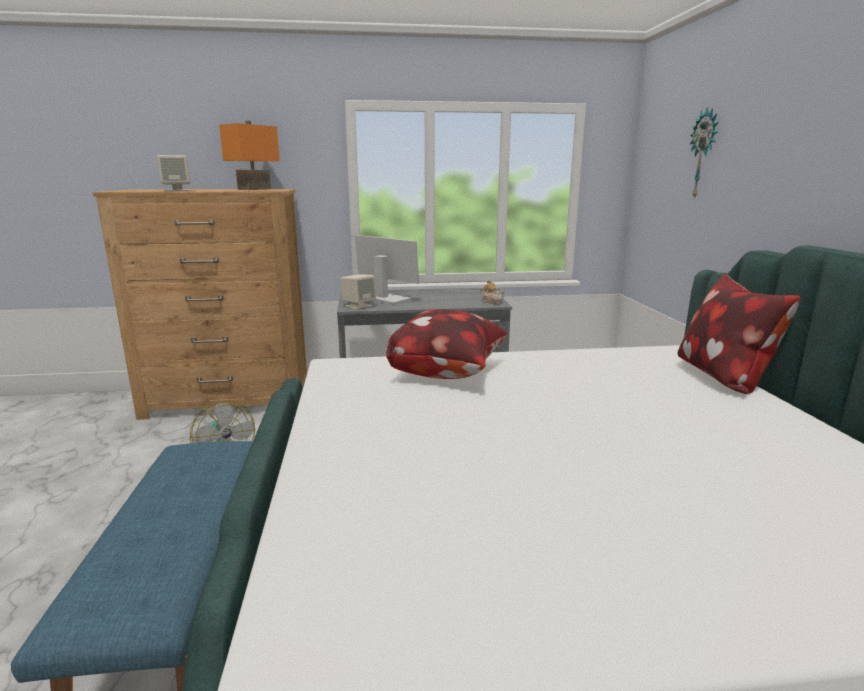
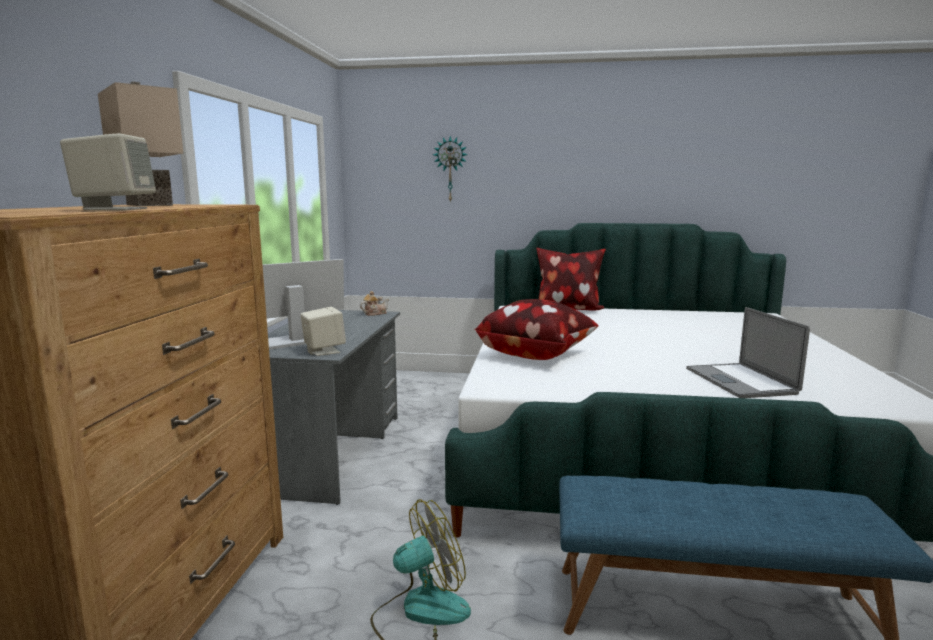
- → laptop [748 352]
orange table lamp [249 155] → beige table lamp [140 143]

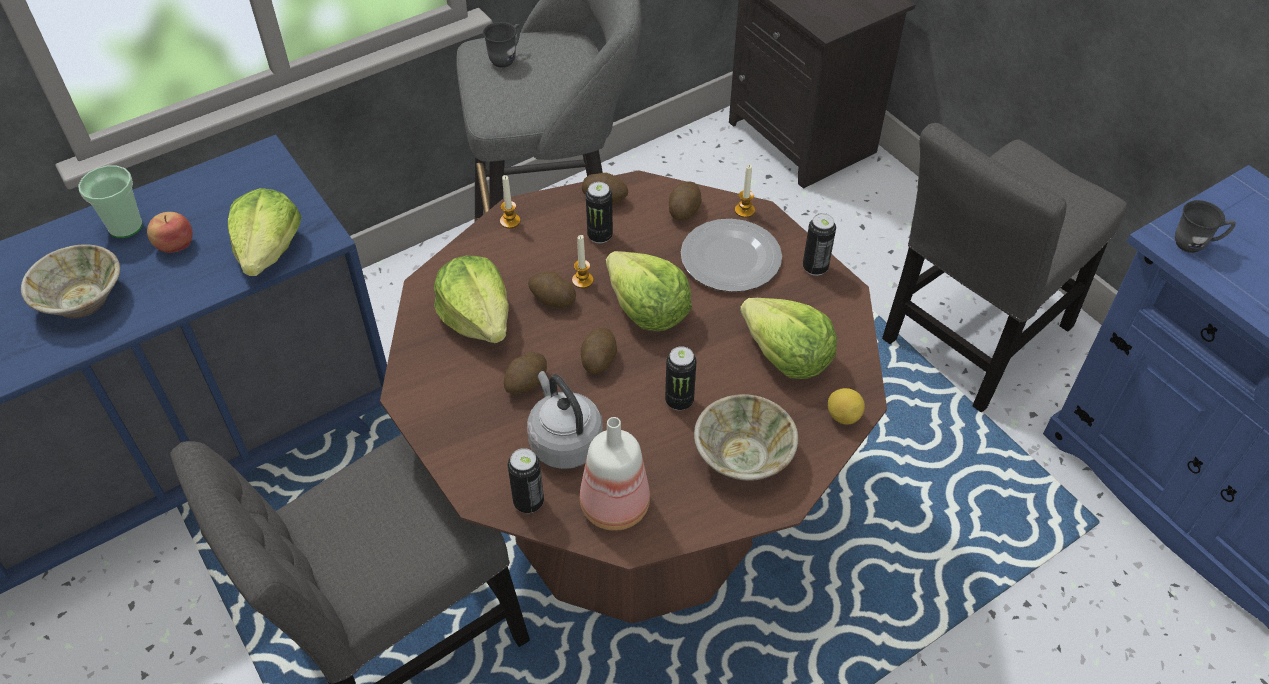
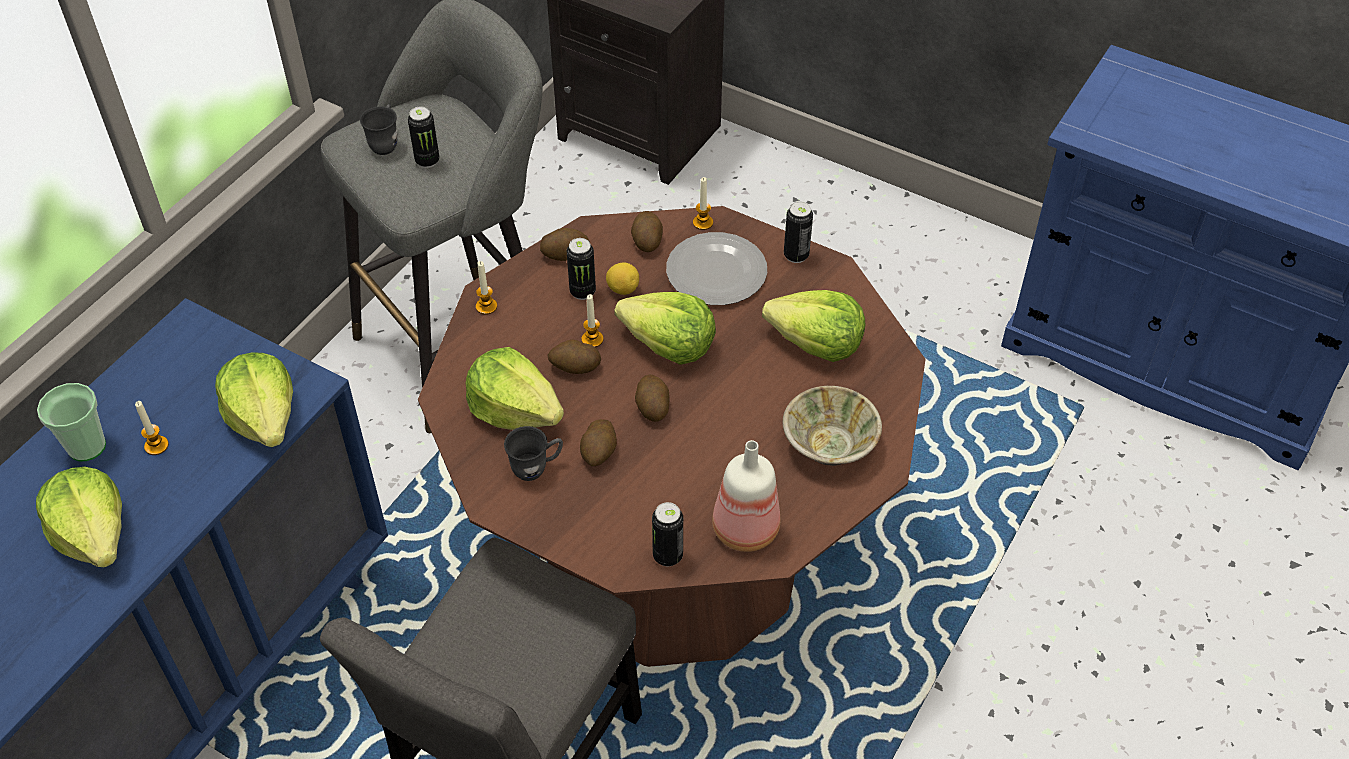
grey kettle [565 420] → -
grey chair [1004 267] → -
can [681 378] → can [424 137], moved
lemon [846 406] → lemon [622 278], moved
grey mug [1205 226] → grey mug [533 453], moved
beige bowl [70 281] → lettuce [79 517]
apple [170 232] → candle [152 428]

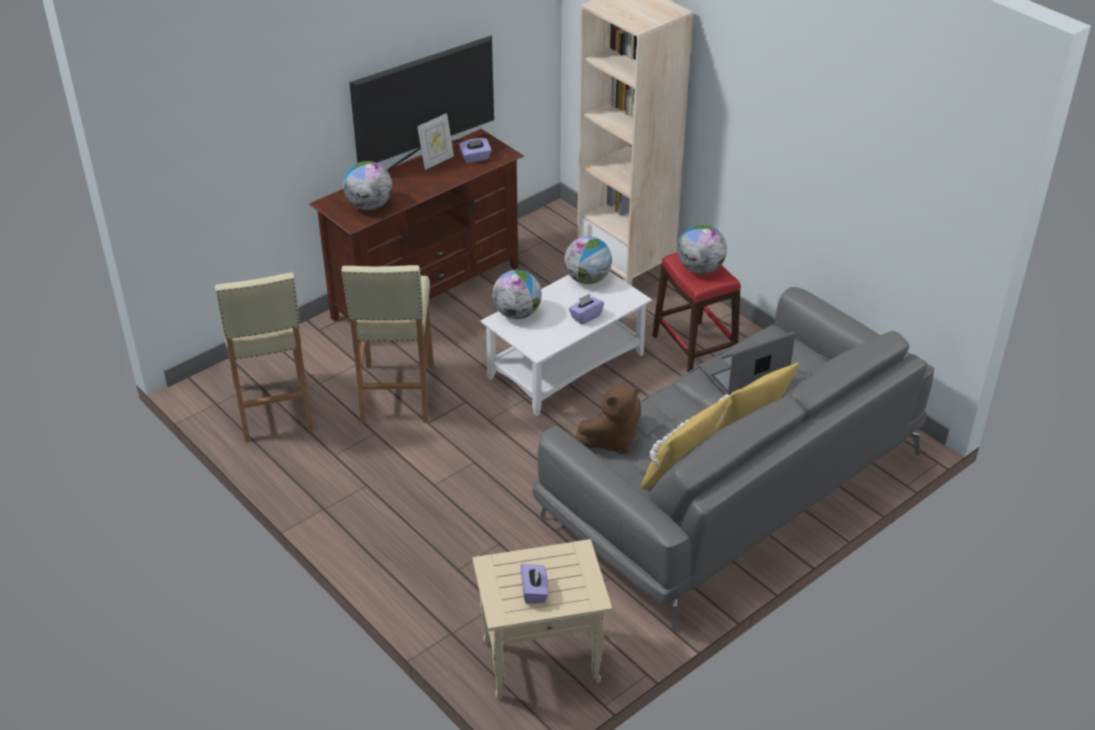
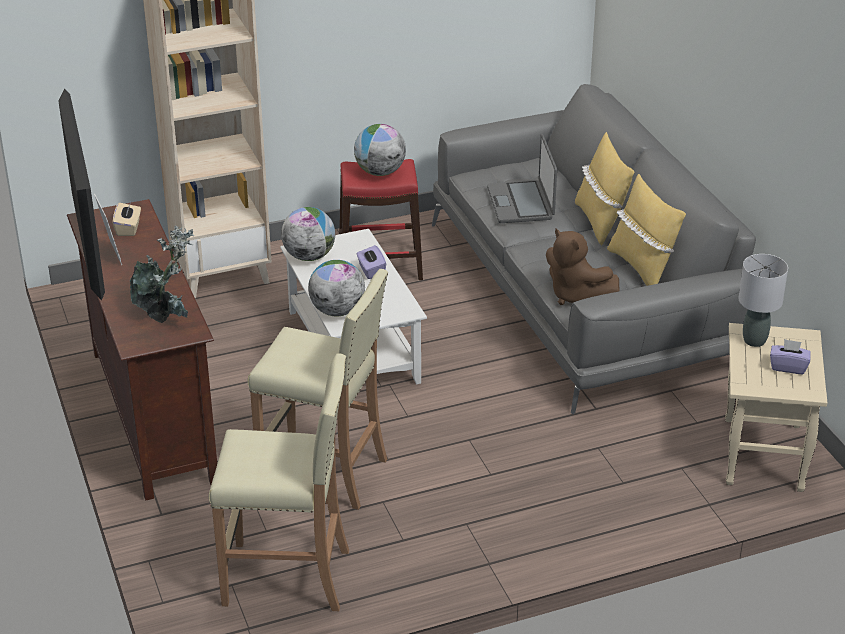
- → grey table lamp [763 300]
globe [367 185] → potted plant [162 274]
purple tissue box [475 150] → beige tissue box [127 219]
brown plush toy [608 418] → brown plush toy [583 267], 150 degrees clockwise

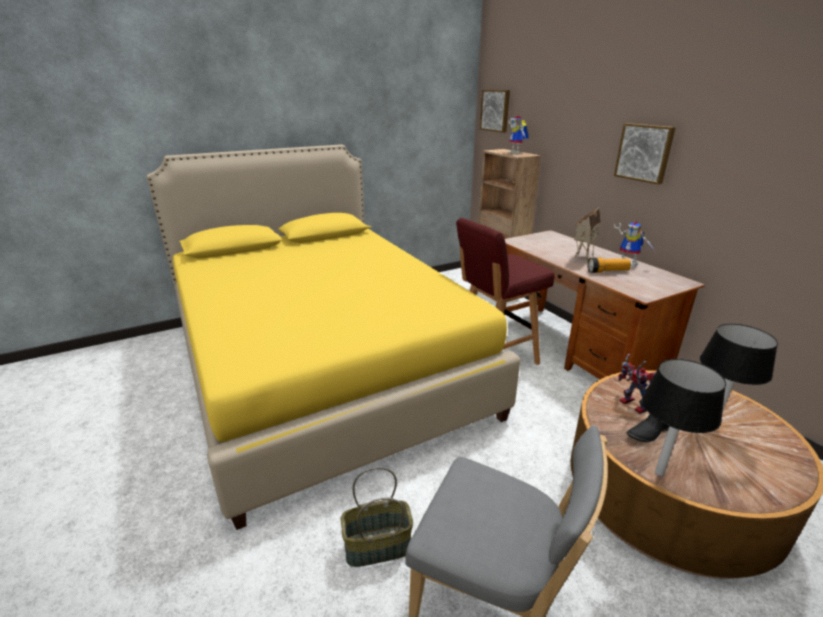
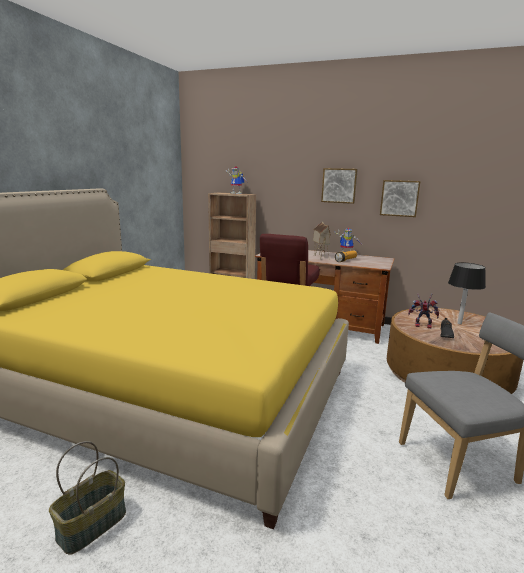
black table lamp [684 417] → -
basket [376 517] → basket [87 497], moved
picture [495 111] → picture [400 198], moved

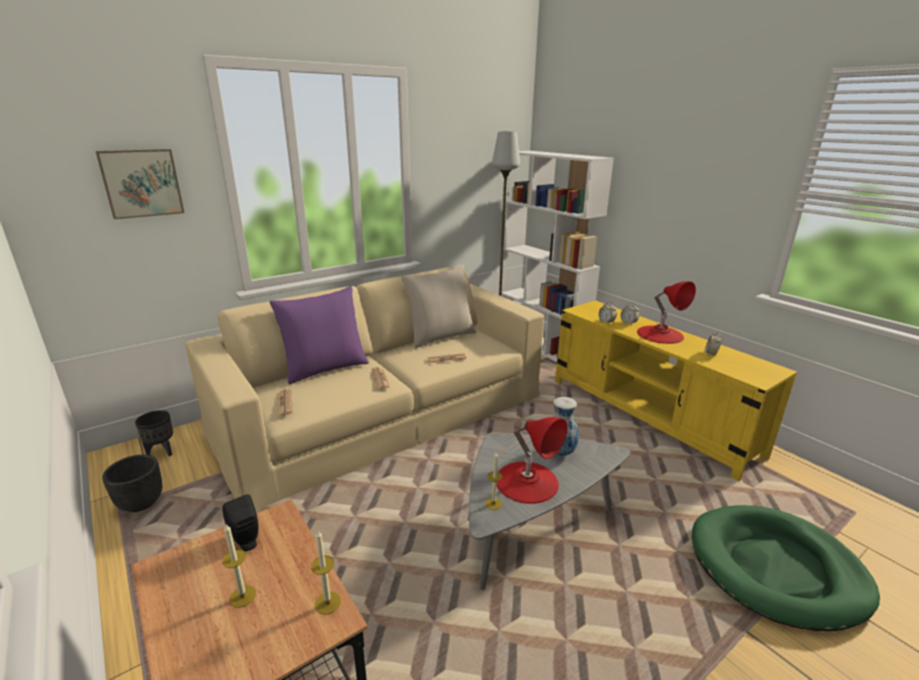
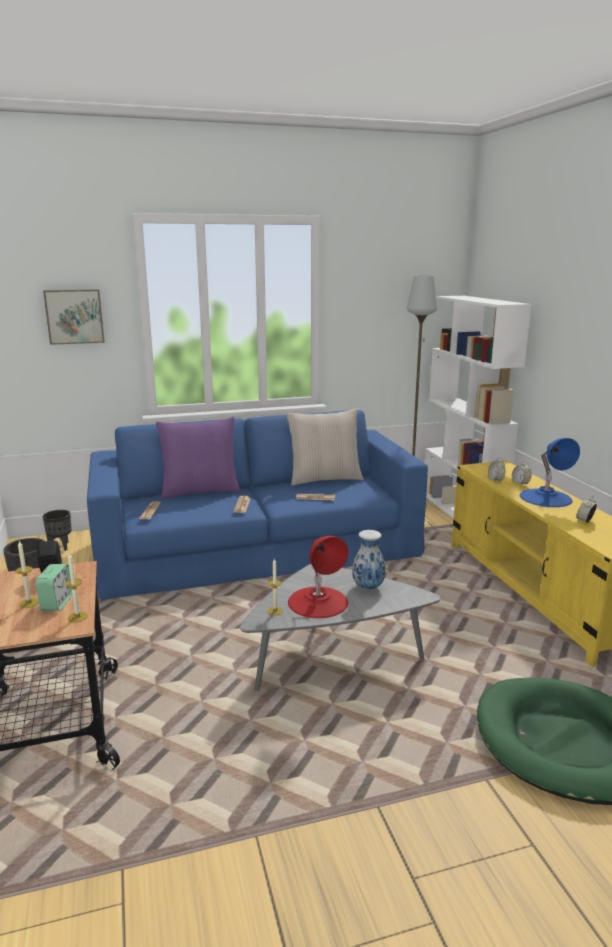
- → alarm clock [53 587]
beige sofa [365 387] → blue sofa [257 505]
red table lamp [666 312] → blue table lamp [550 472]

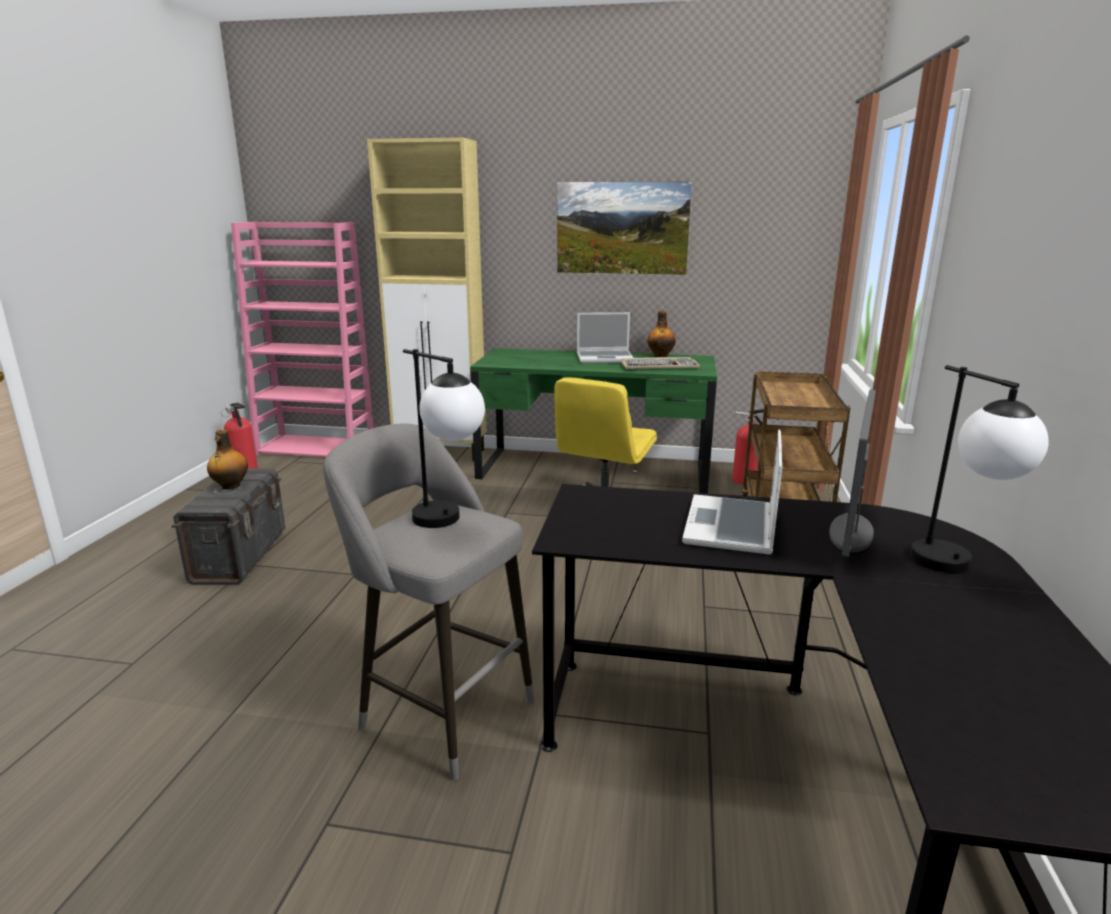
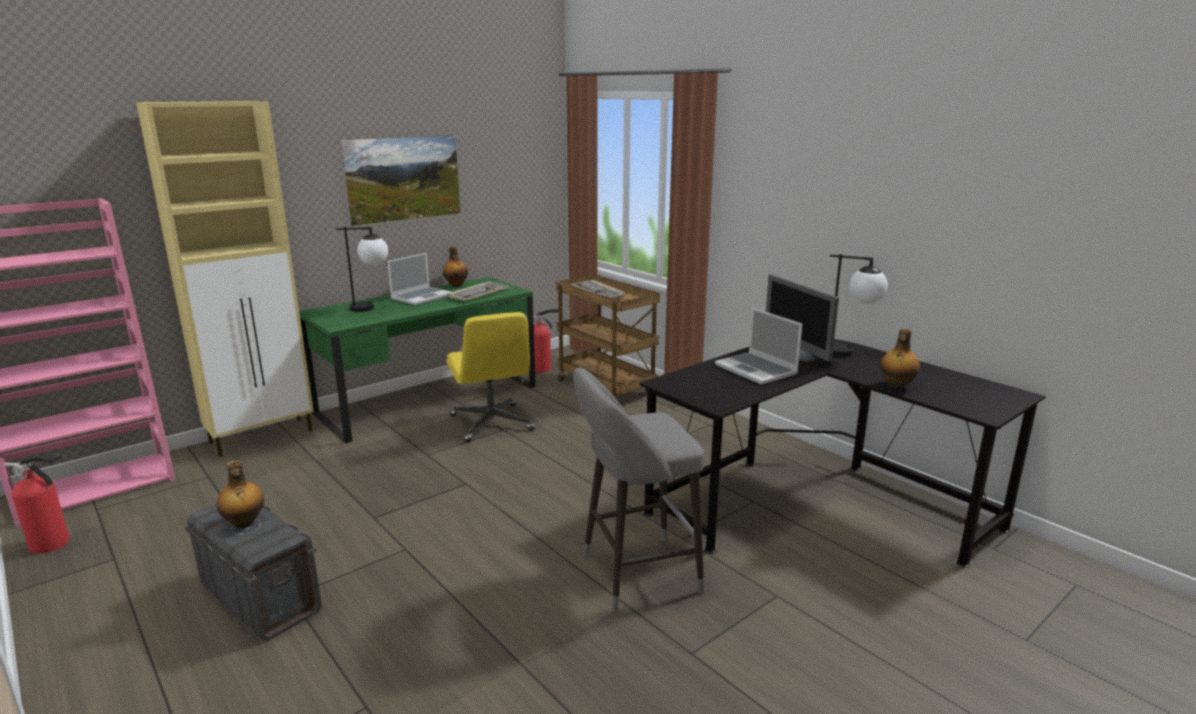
- → keyboard [598 289]
- → bottle [900 358]
table lamp [444 438] → table lamp [362 269], moved

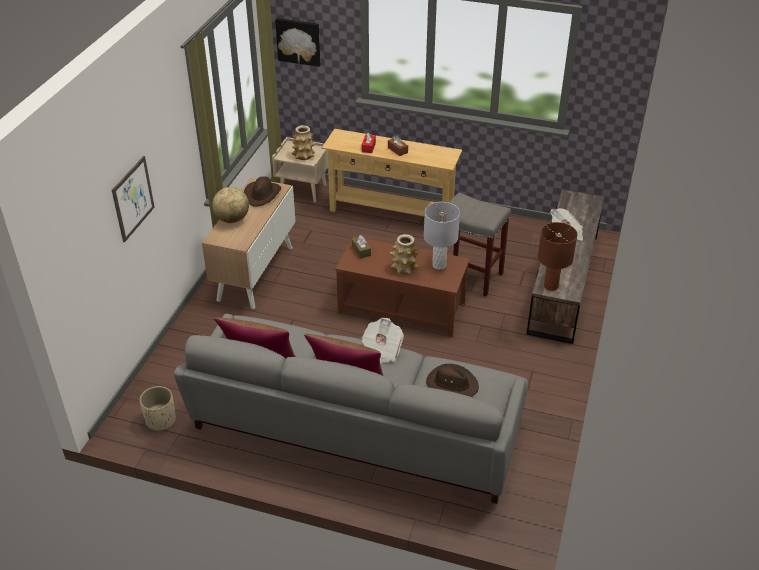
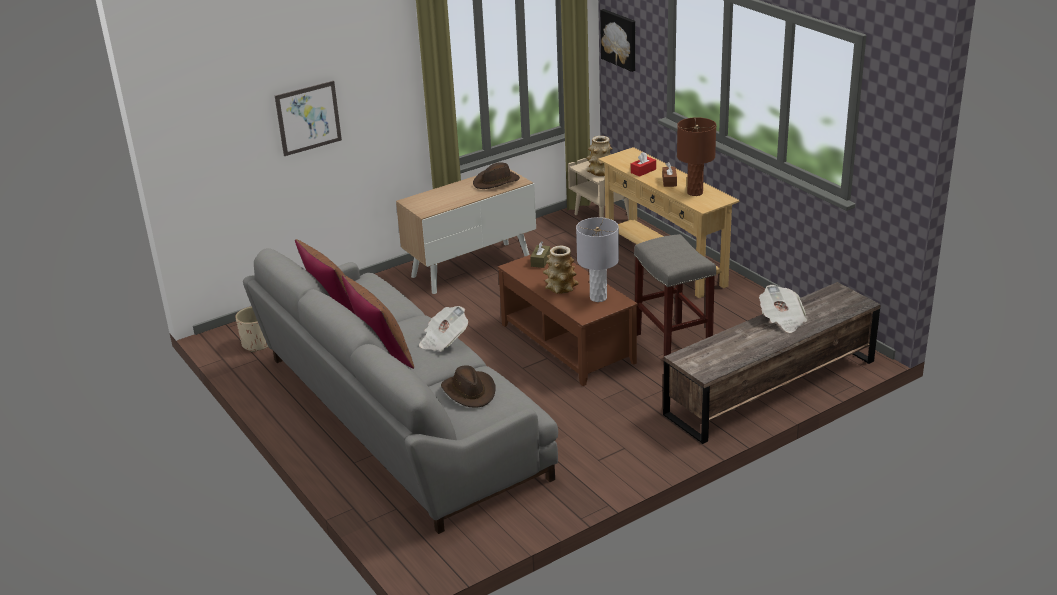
globe [230 205] → -
brown table lamp [558 256] → brown table lamp [696 156], moved

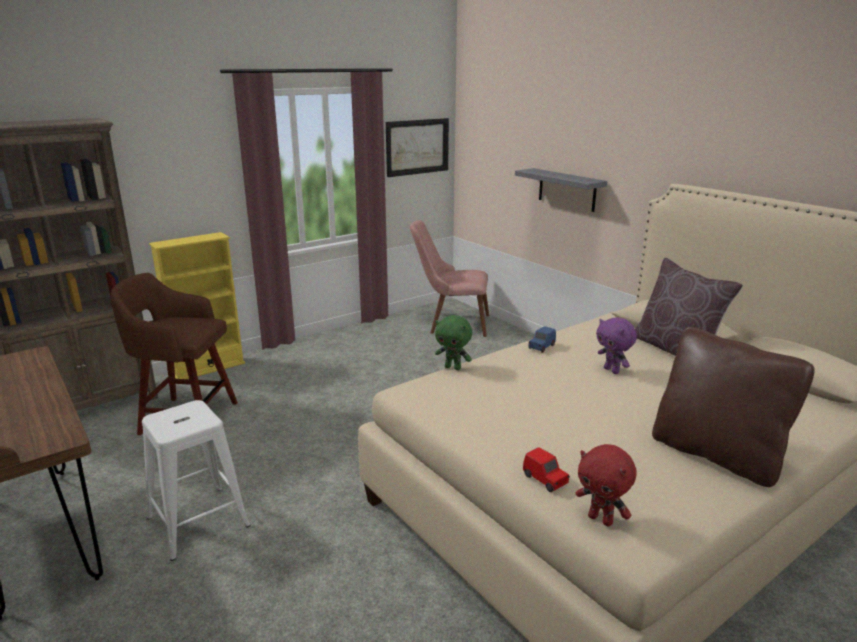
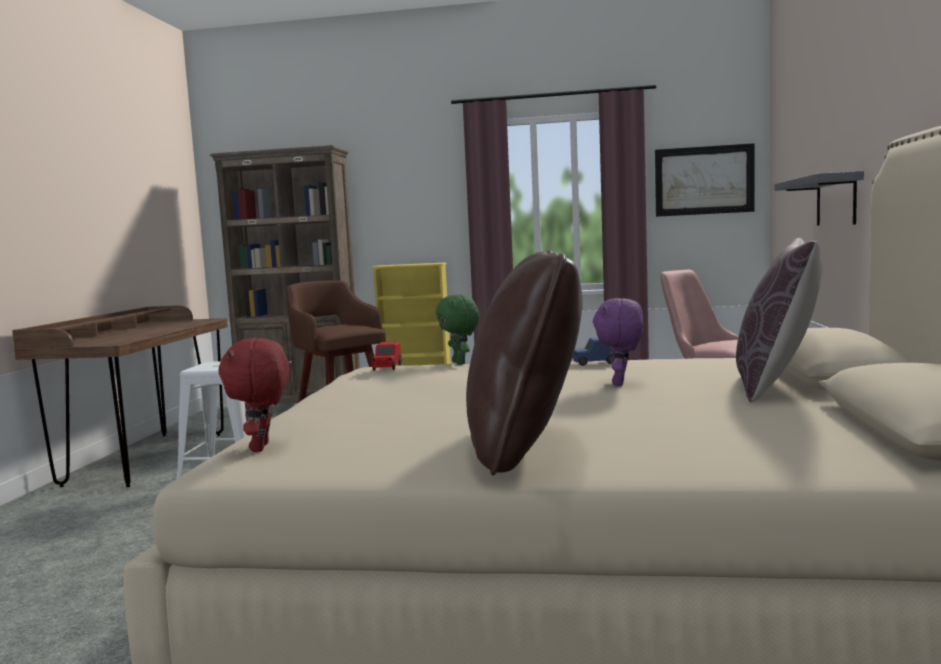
red toy car [546 469] → red toy car [386 356], moved

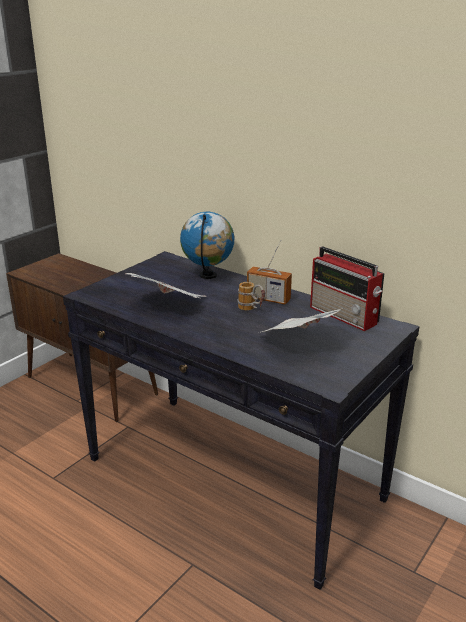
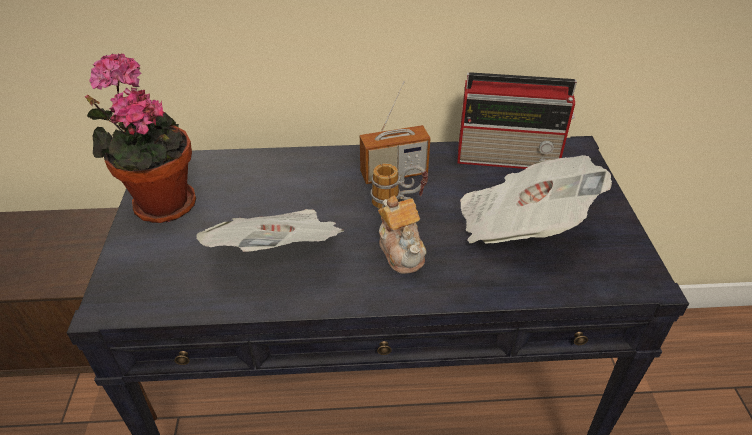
globe [207 245] → -
- → potted plant [140 138]
- → teapot [402 235]

